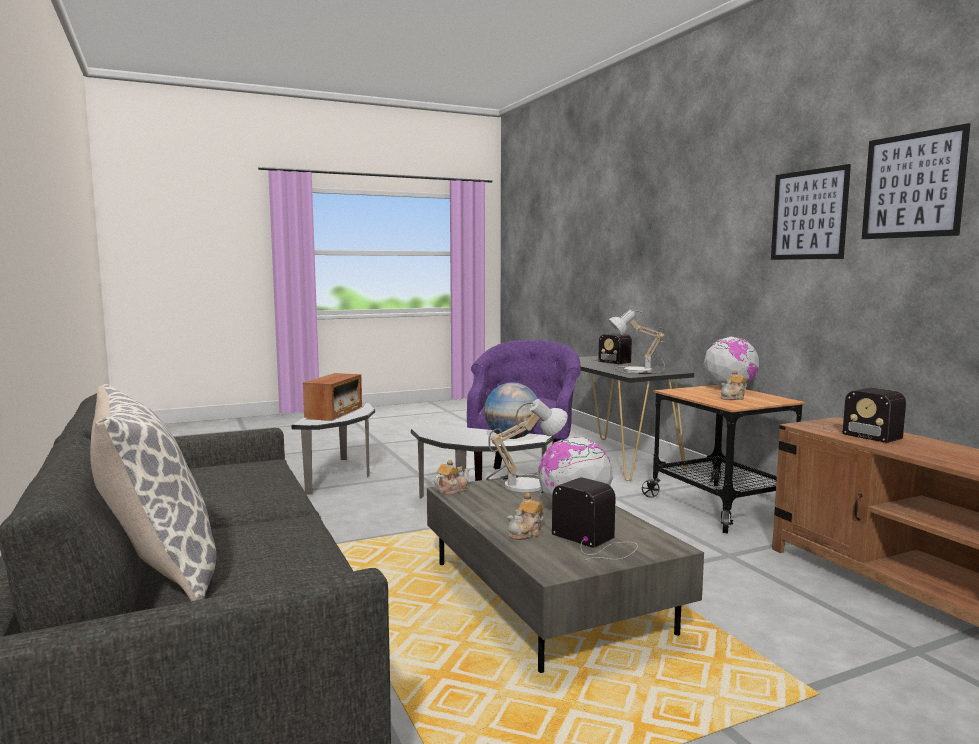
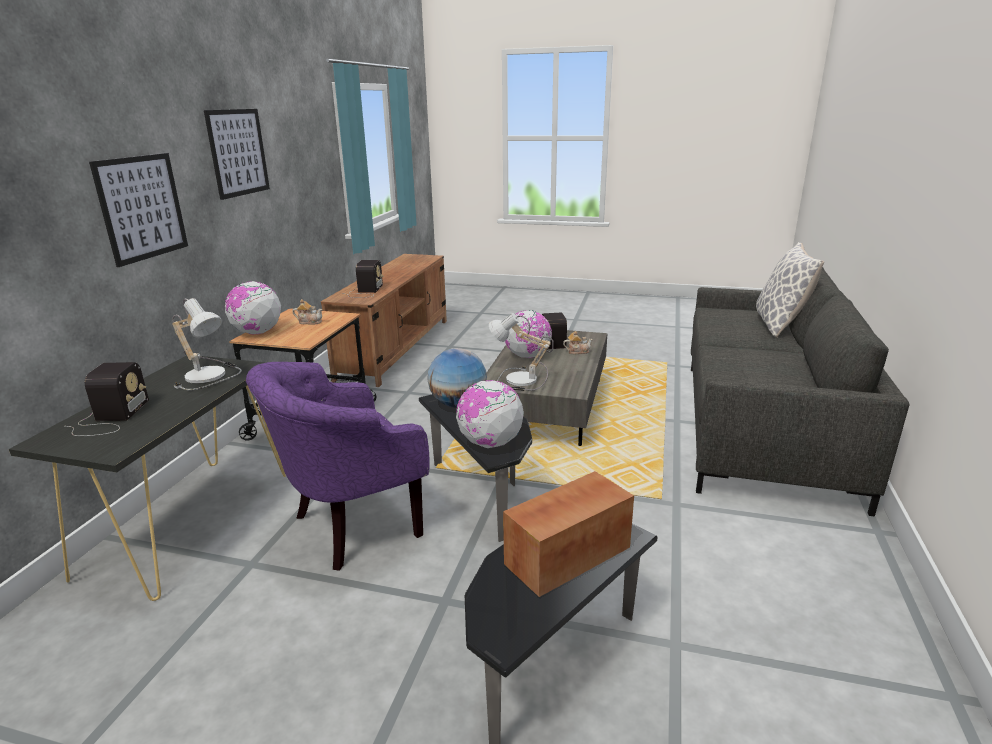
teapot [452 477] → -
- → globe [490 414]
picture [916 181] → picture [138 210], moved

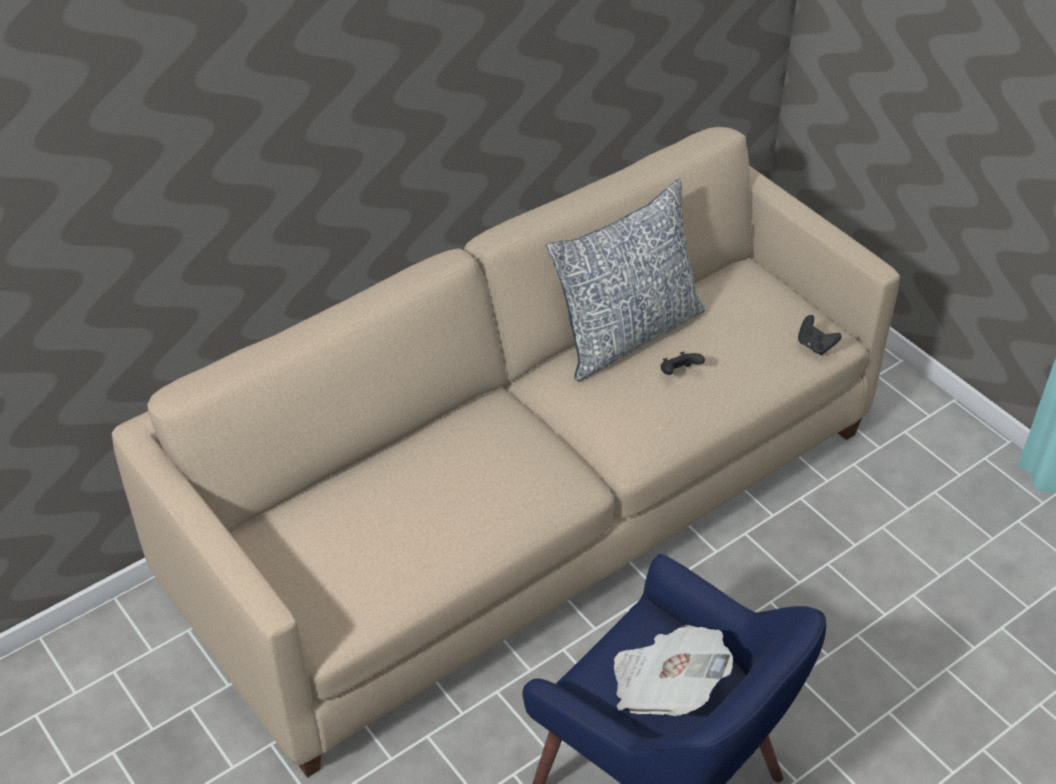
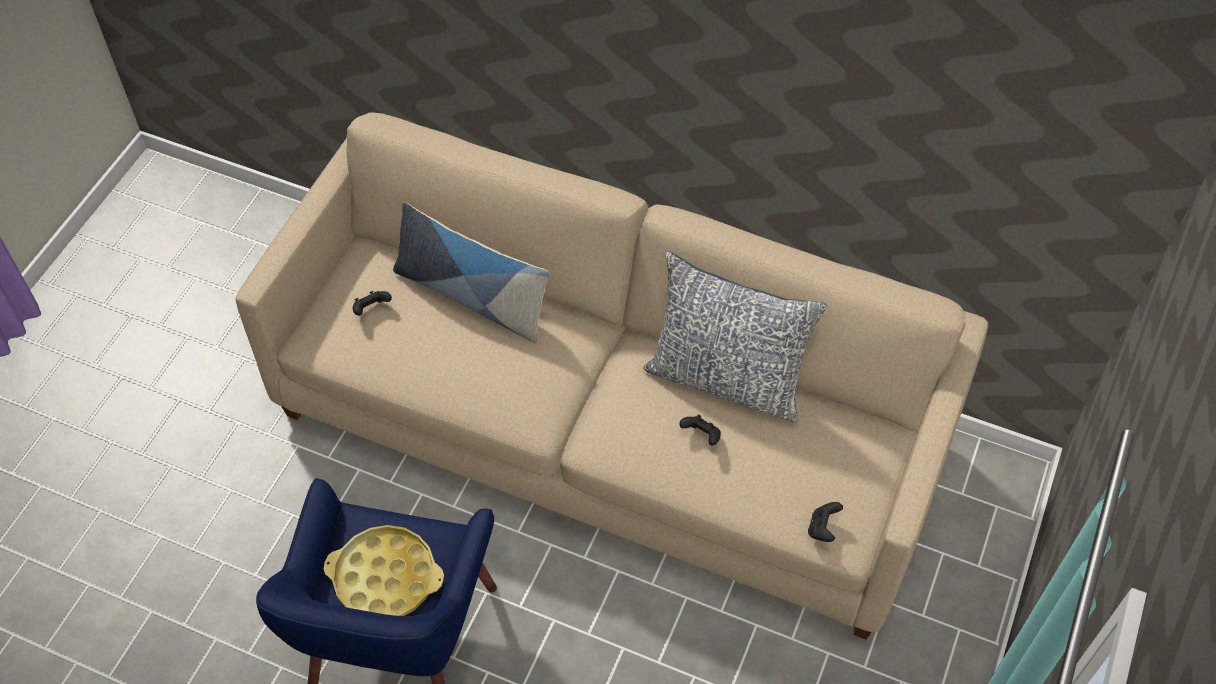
- → black game controller [372 303]
- → pillow [471 273]
newspaper [673 670] → yellow tray [384 570]

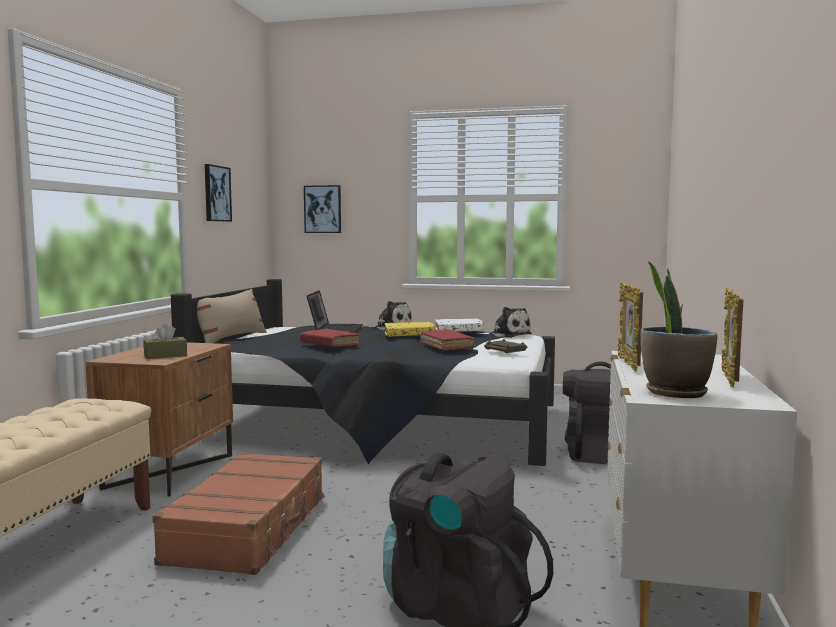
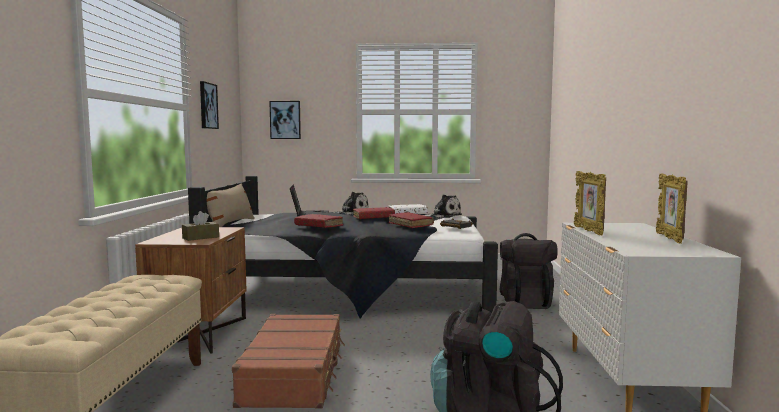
potted plant [679 330] → -
yellow book [410 329] → red book [374 213]

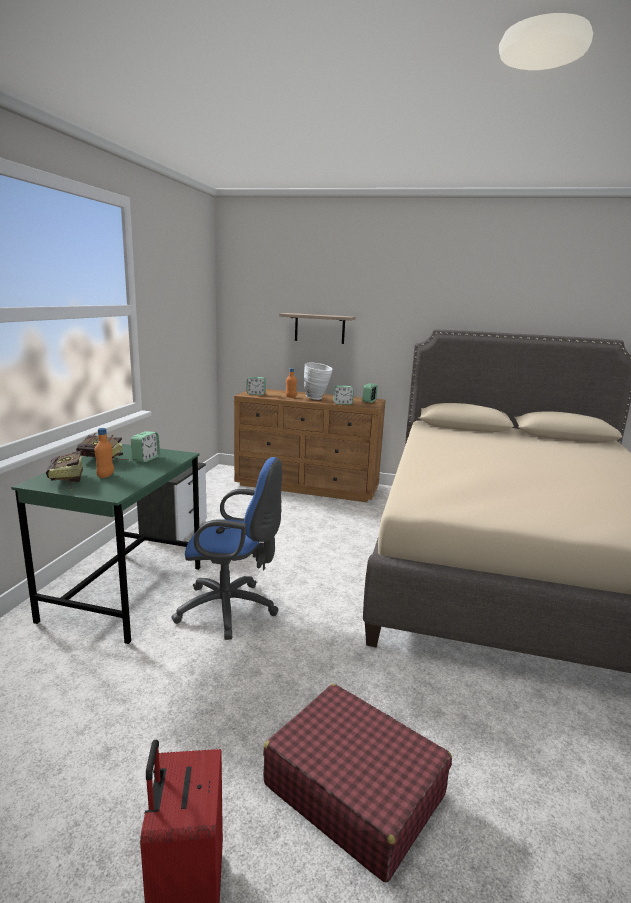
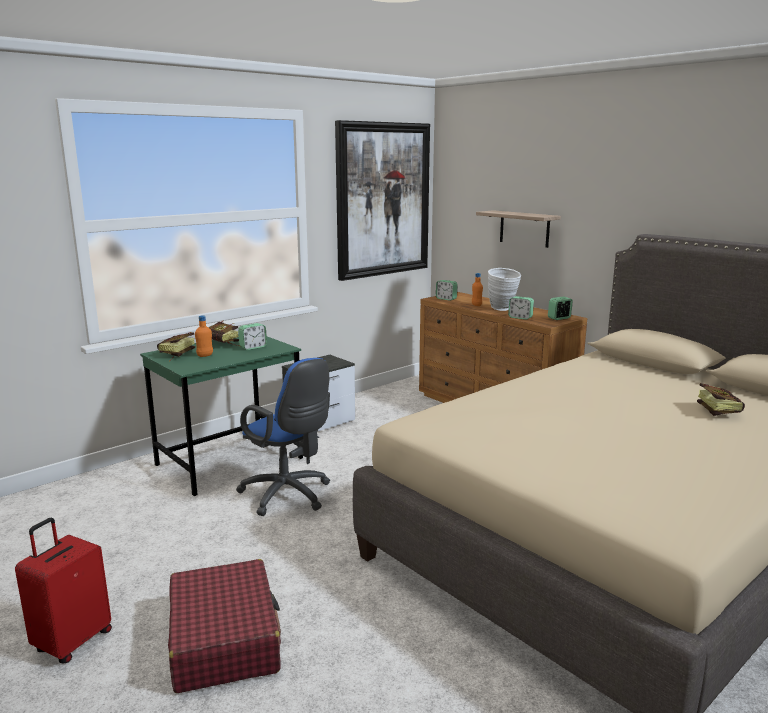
- → picture [382 200]
- → book [721 399]

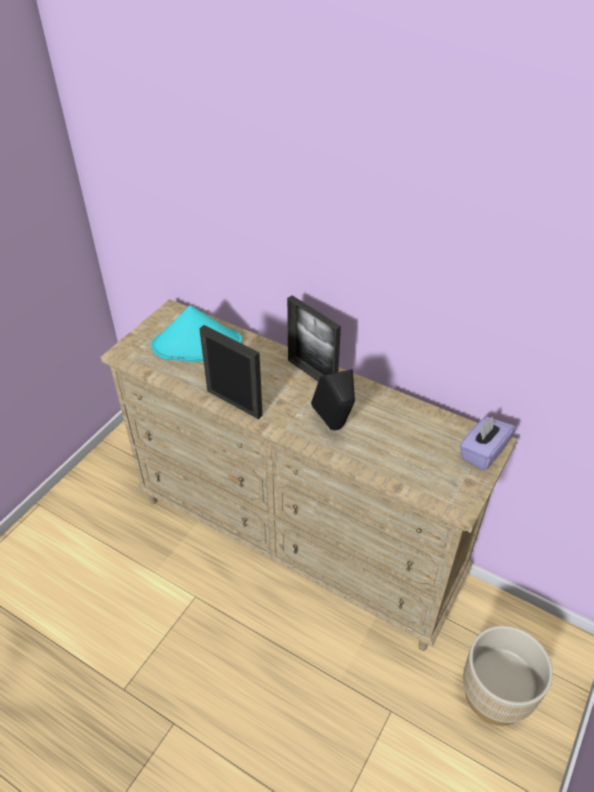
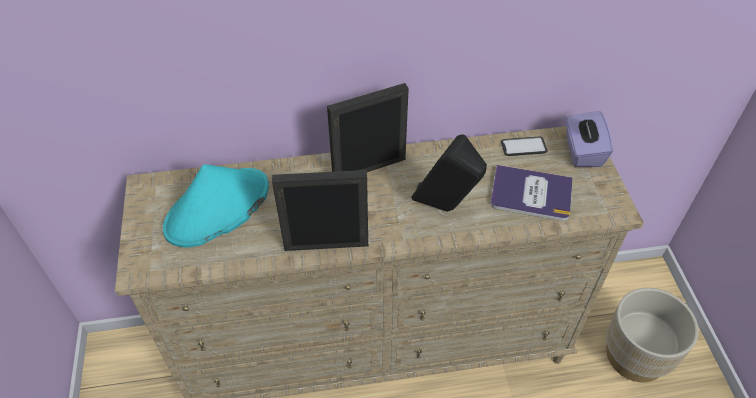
- → book [531 193]
- → phone [524 146]
picture frame [314 338] → picture frame [368 127], 150 degrees clockwise

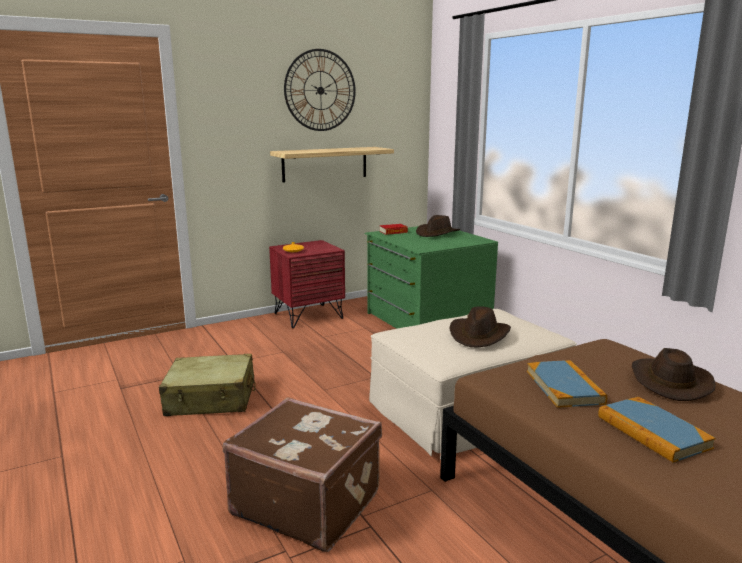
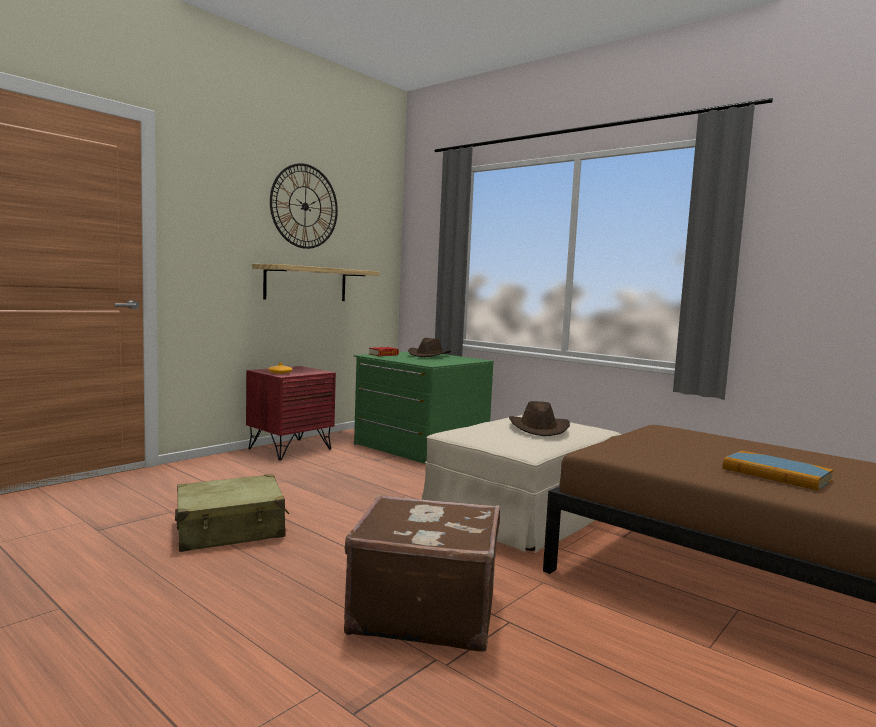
book [567 384] → -
brown hat [674 374] → -

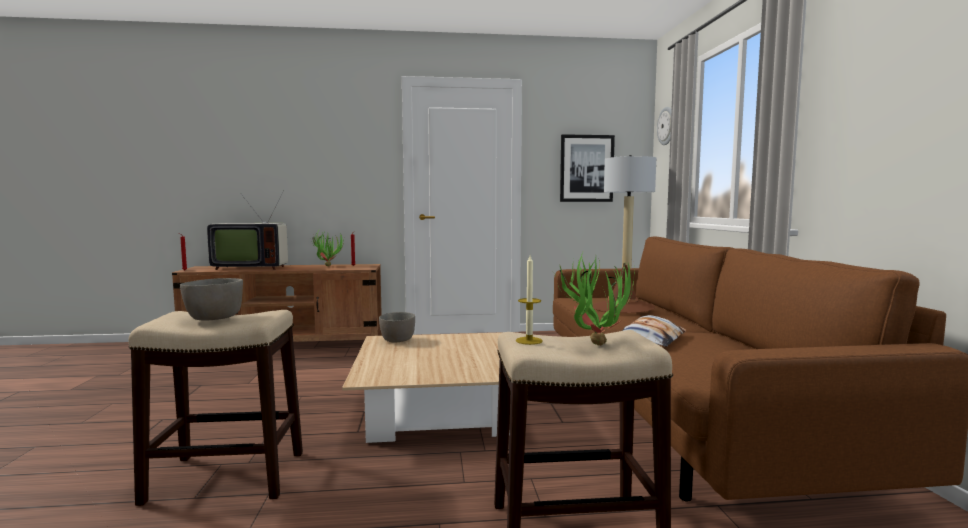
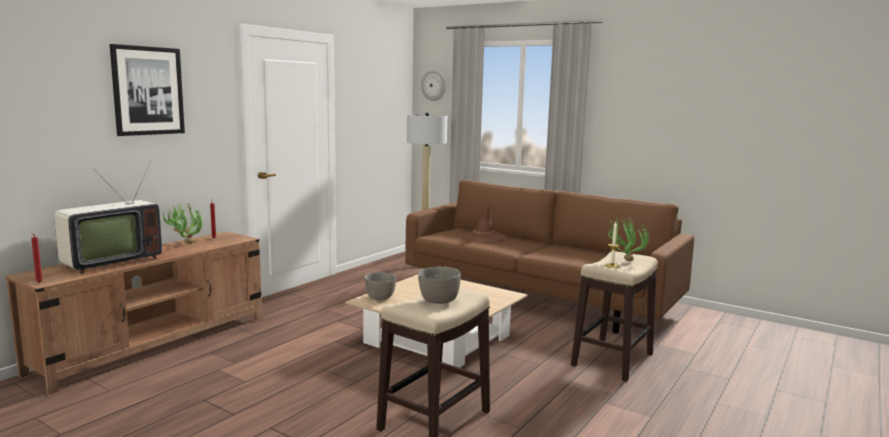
pillow [654 331] → -
picture [587 168] → picture [147 90], moved

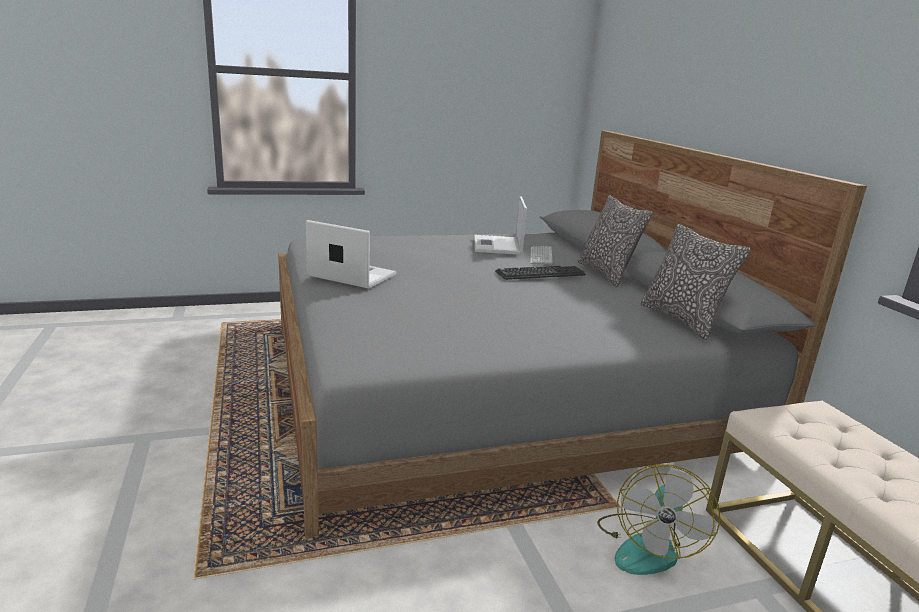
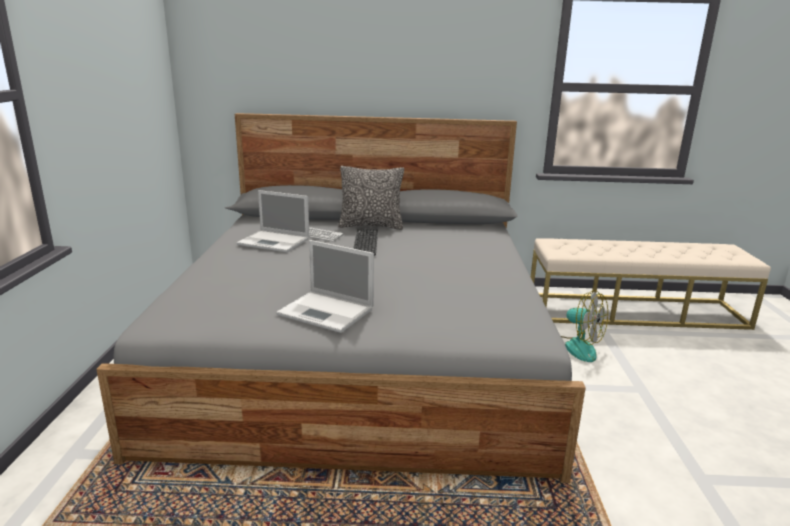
pillow [695 282] → -
laptop [351 254] → laptop [325 286], 105 degrees counterclockwise

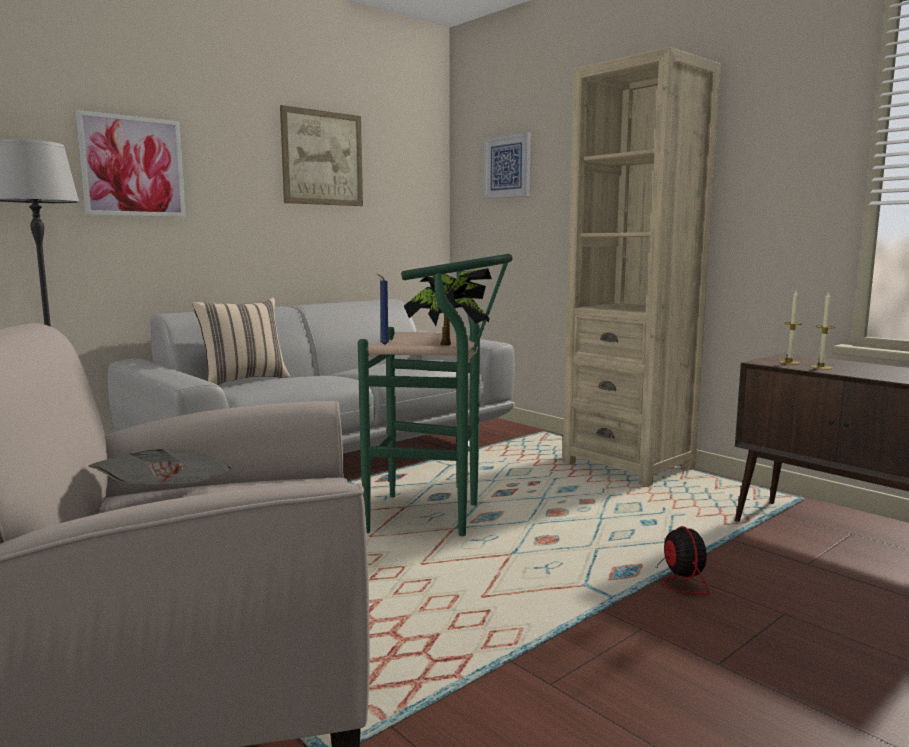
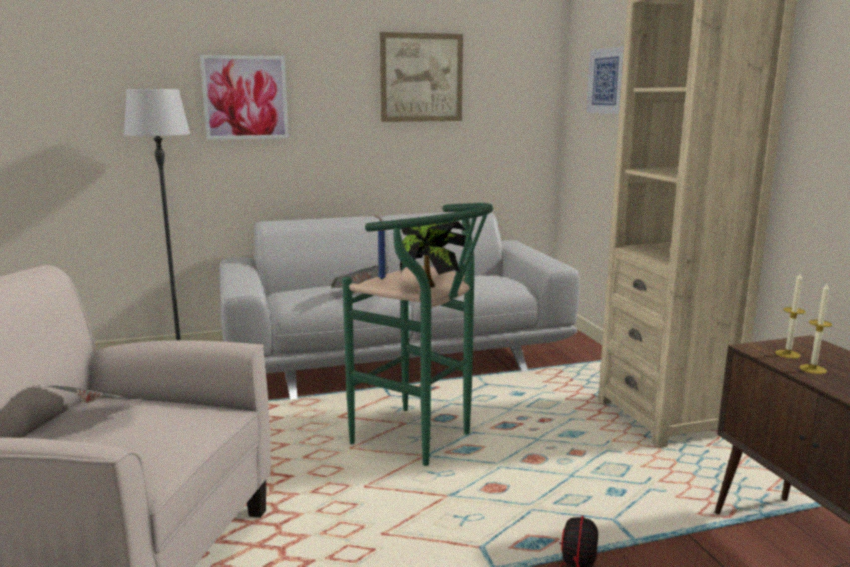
beige pillow [241 341] → -
- → newspaper [360 276]

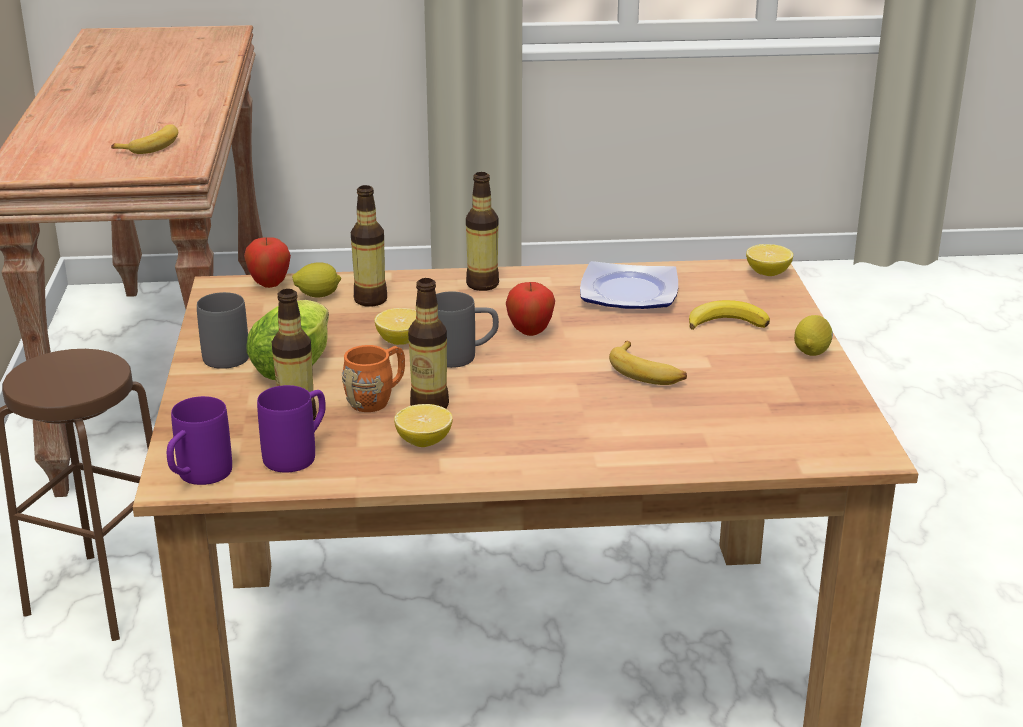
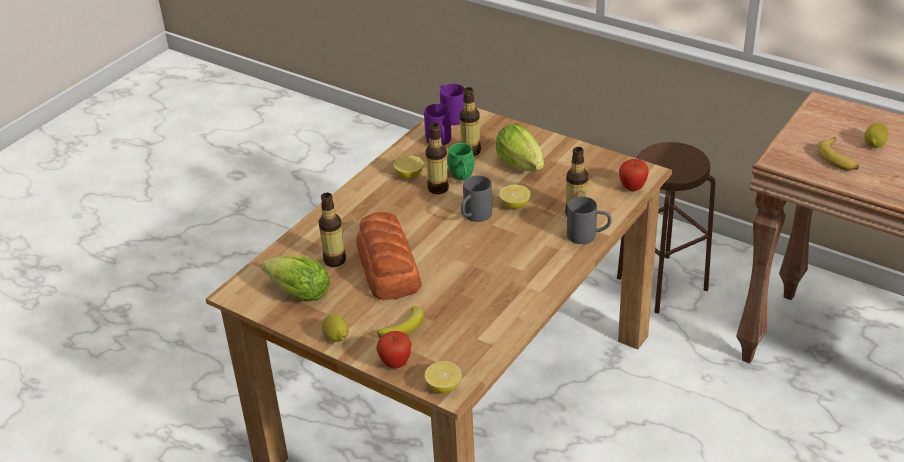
plate [629 285] → -
- → lettuce [296 278]
grey mug [223 330] → grey mug [589 220], moved
lemon [316 280] → lemon [877 135], moved
bottle [482 231] → bottle [332 230], moved
apple [530 309] → apple [393 350], moved
banana [648 363] → bread [389 256]
orange mug [373 378] → green mug [461 162]

